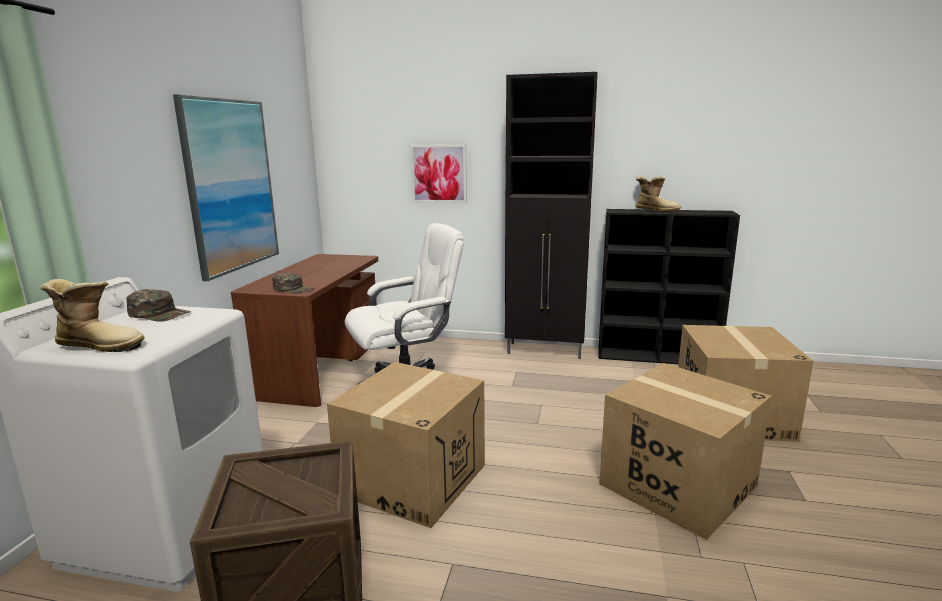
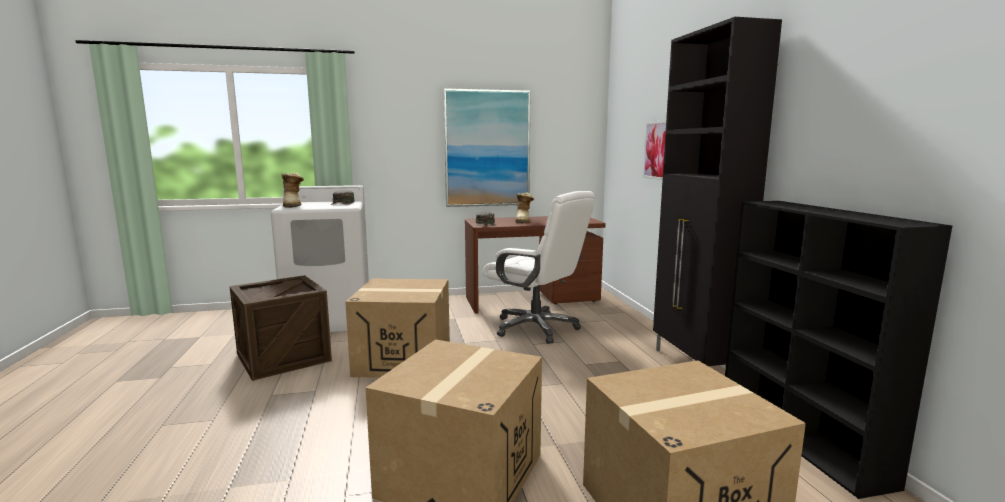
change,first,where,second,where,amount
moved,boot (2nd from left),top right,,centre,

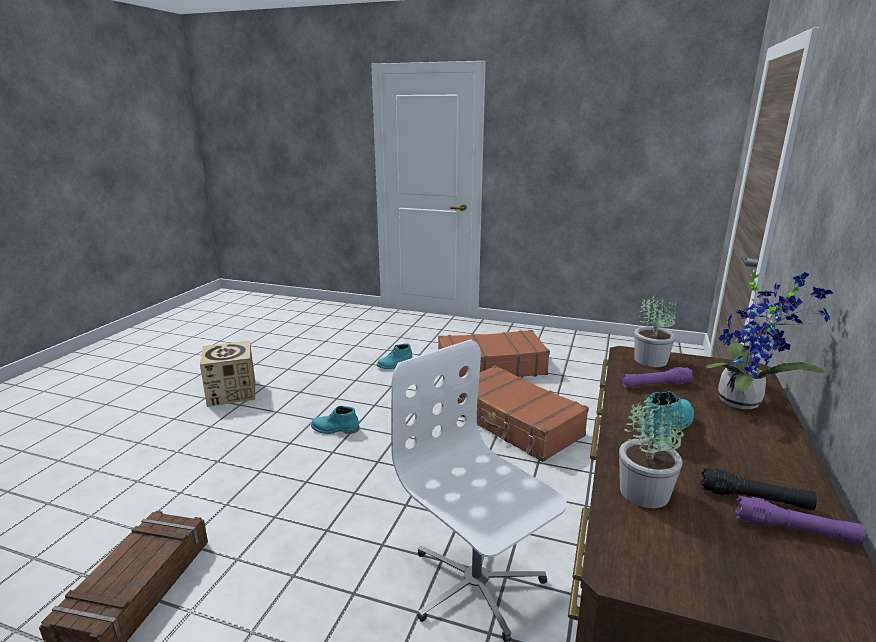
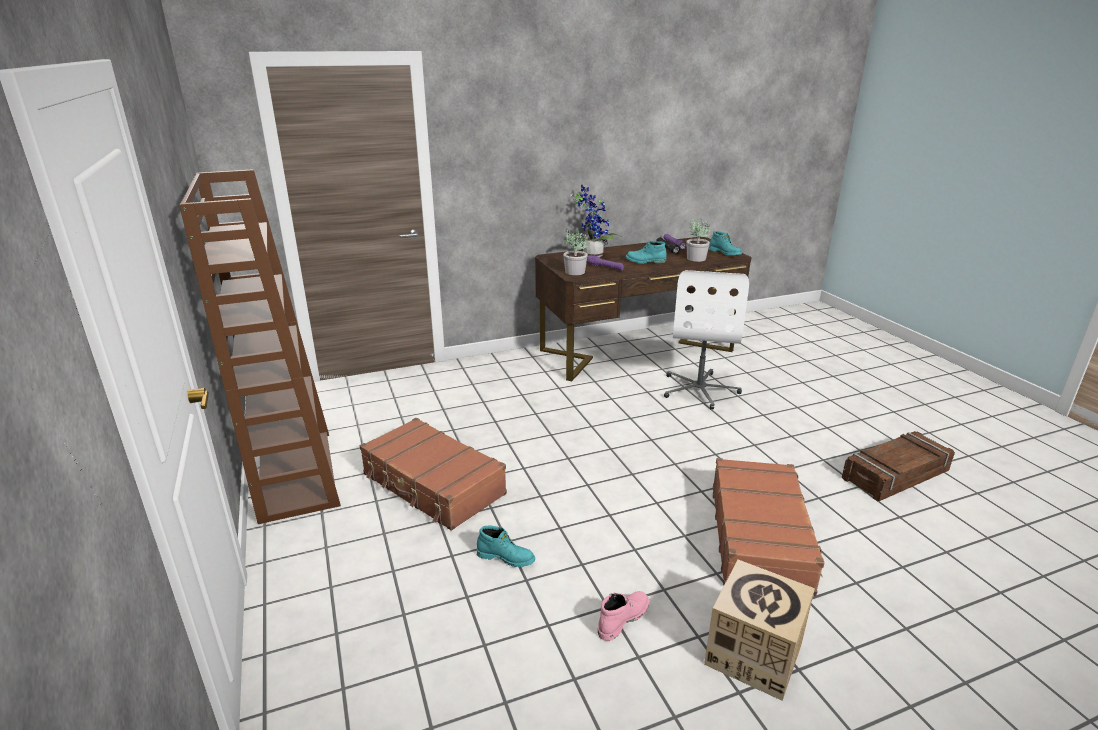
change,first,where,second,where,amount
moved,suitcase/brown (2nd from left),centre,,bottom right,
moved,boot/turquoise (1st from left in the first image),centre,boot/turquoise (3rd from left),top centre,
added,,,bookcase/brown,middle left,
added,,,boot/pink,bottom centre,

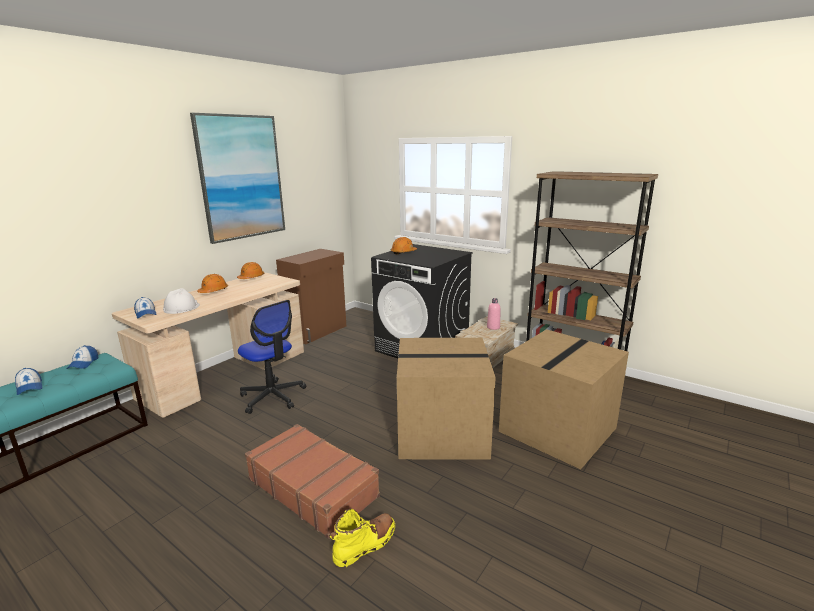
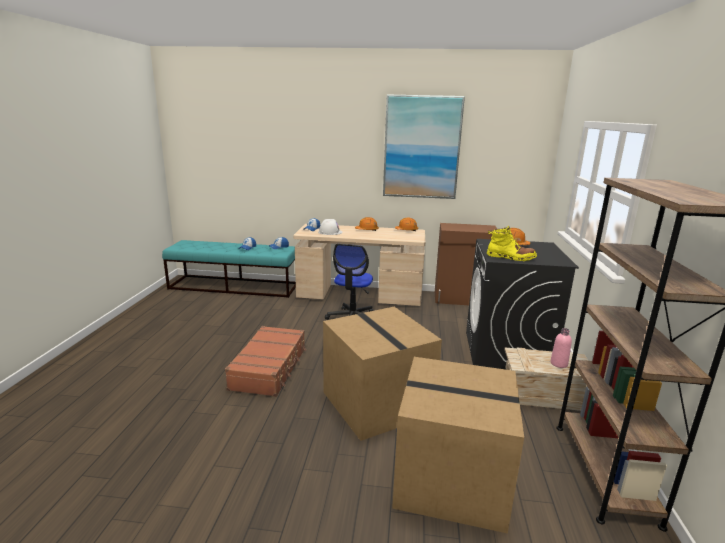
change,first,where,second,where,amount
moved,boot/yellow,bottom centre,,middle right,

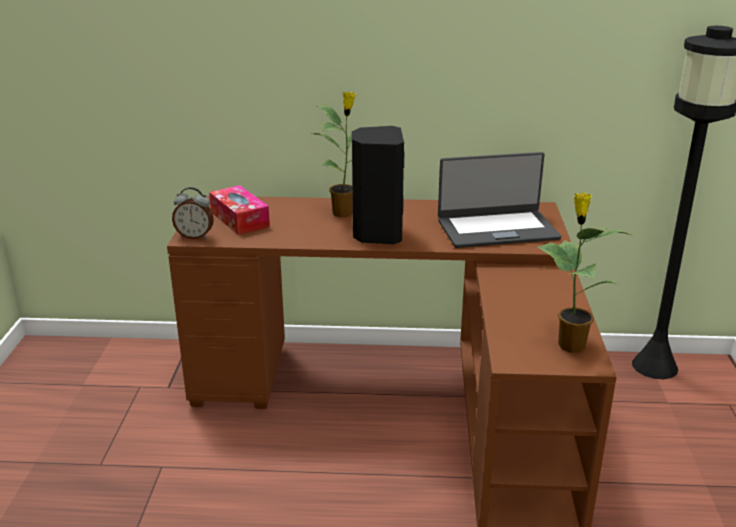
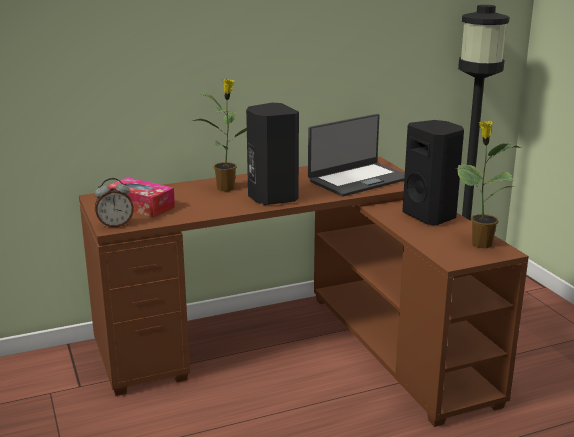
change,first,where,second,where,amount
added,,,speaker/black (2nd from left),middle right,

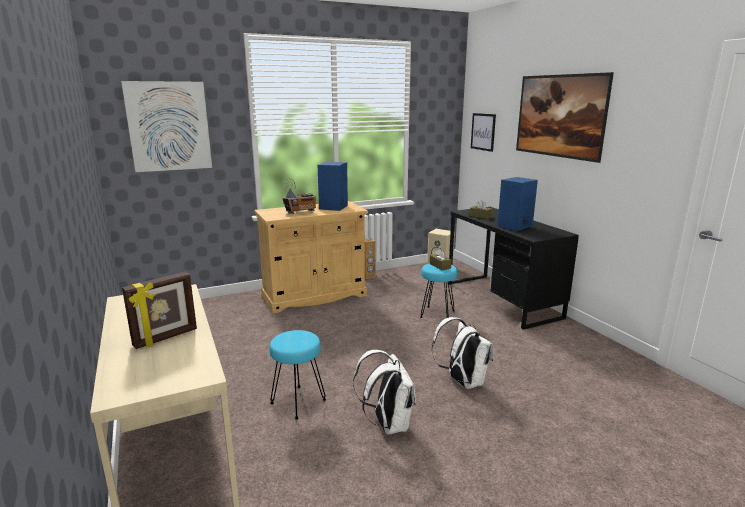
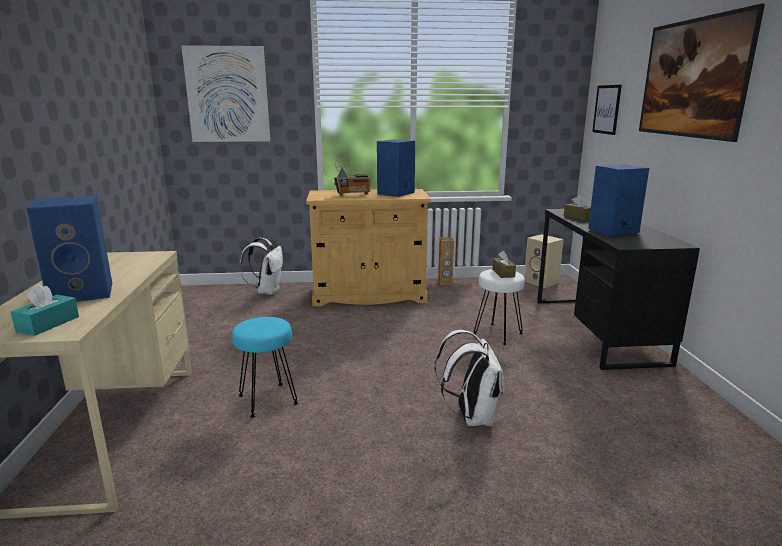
change,first,where,second,where,amount
recoloured,stool/turquoise (2nd from left),centre,stool/white,centre,
replaced,picture frame,middle left,speaker/blue (1st from left),middle left,
moved,backpack/white (1st from left),bottom centre,,centre,
added,,,tissue box/turquoise,middle left,

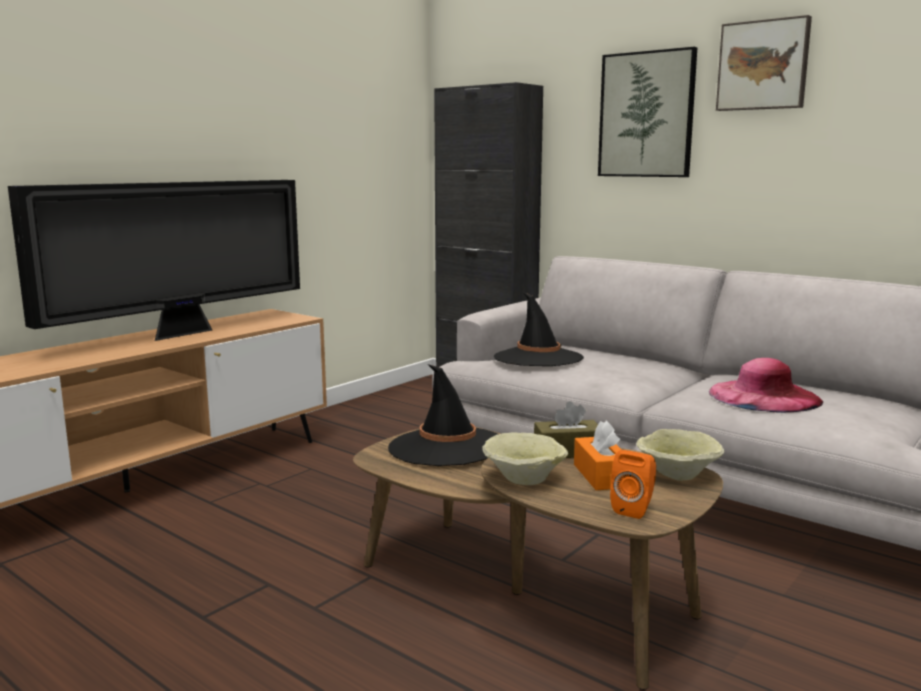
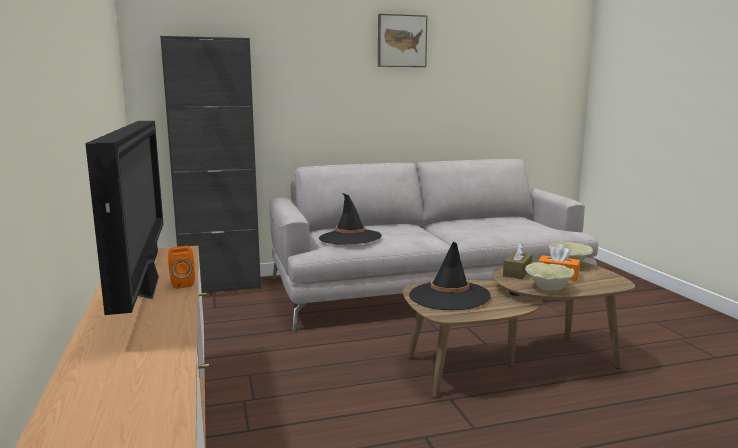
change,first,where,second,where,amount
removed,picture (1st from left),top right,,,
removed,hat/pink,middle right,,,
moved,speaker/orange,bottom right,,middle left,

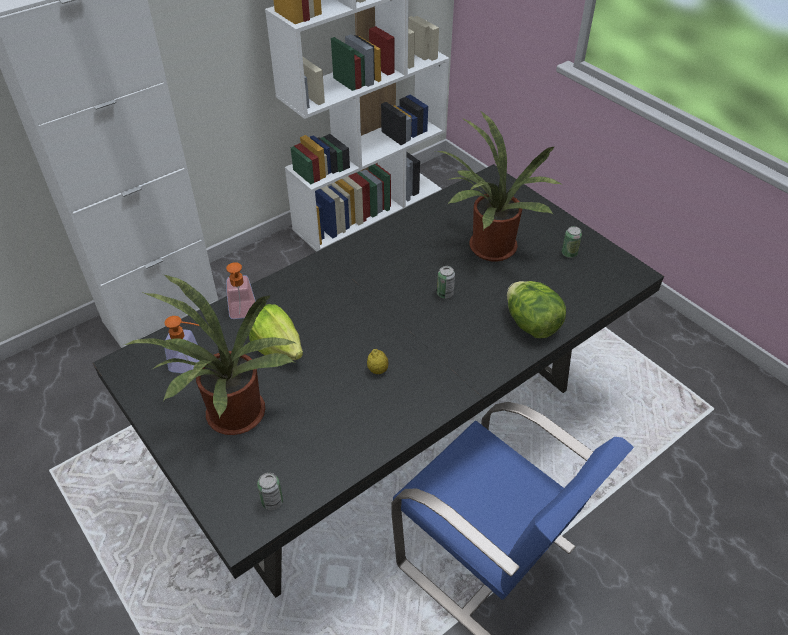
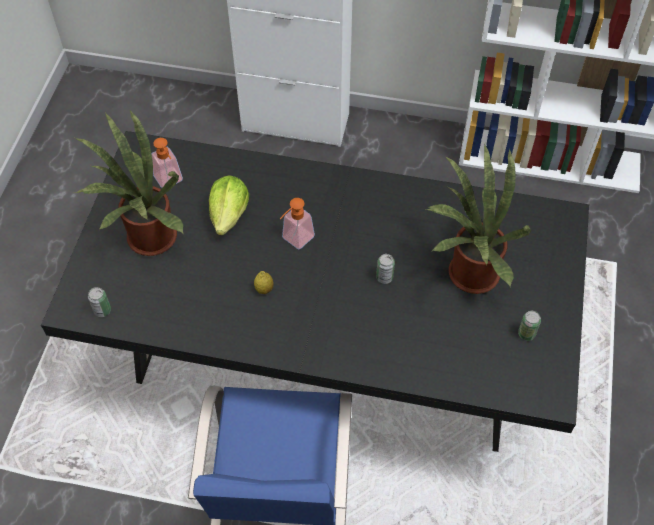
change,first,where,second,where,amount
moved,soap dispenser (2nd from left),middle left,,centre,
removed,lettuce (2nd from left),middle right,,,

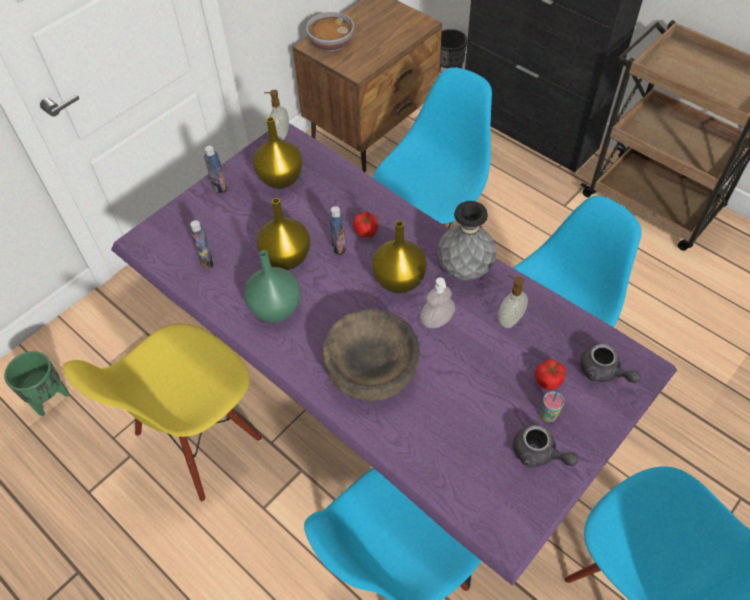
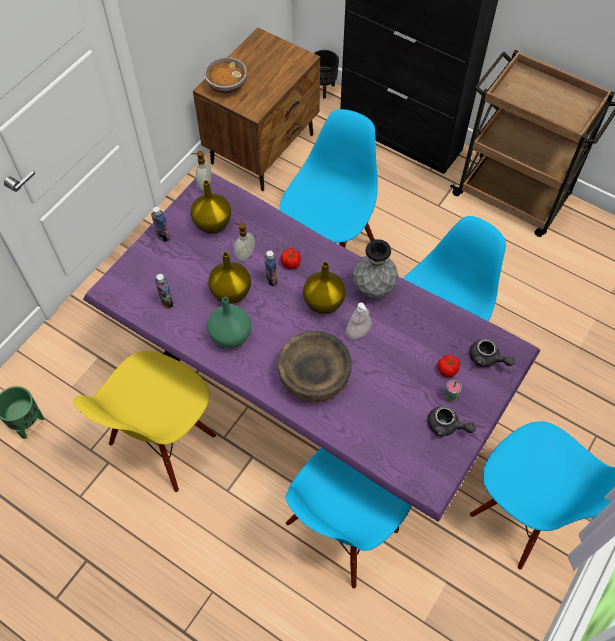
change,first,where,second,where,amount
moved,soap dispenser (3rd from left in the first image),middle right,soap dispenser (2nd from left),centre,

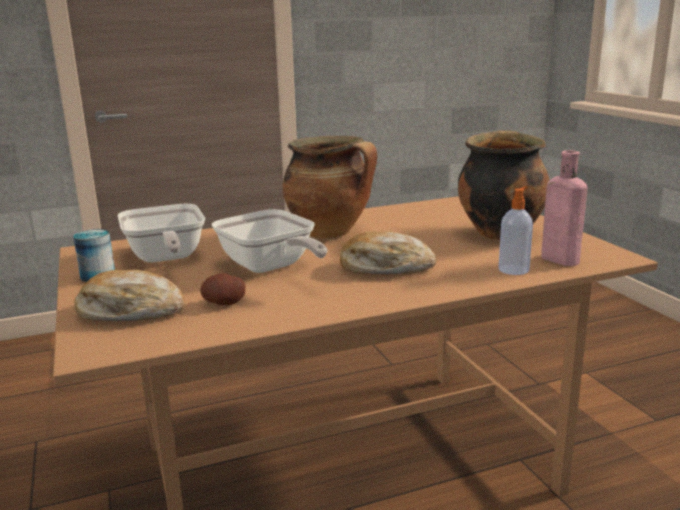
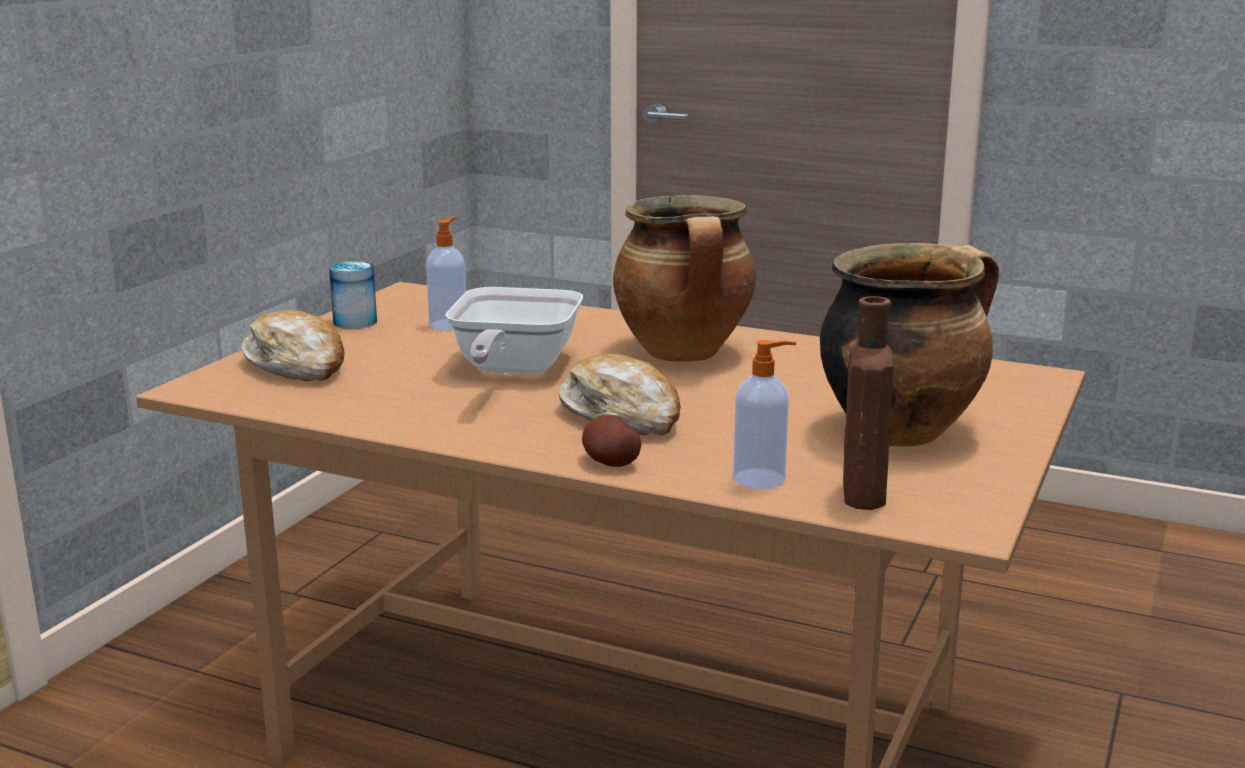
change,first,where,second,where,amount
recoloured,bottle/pink,middle right,bottle/brown,middle right,
replaced,frying pan (1st from left),middle left,soap dispenser (1st from left),centre,
moved,potato,middle left,,centre,

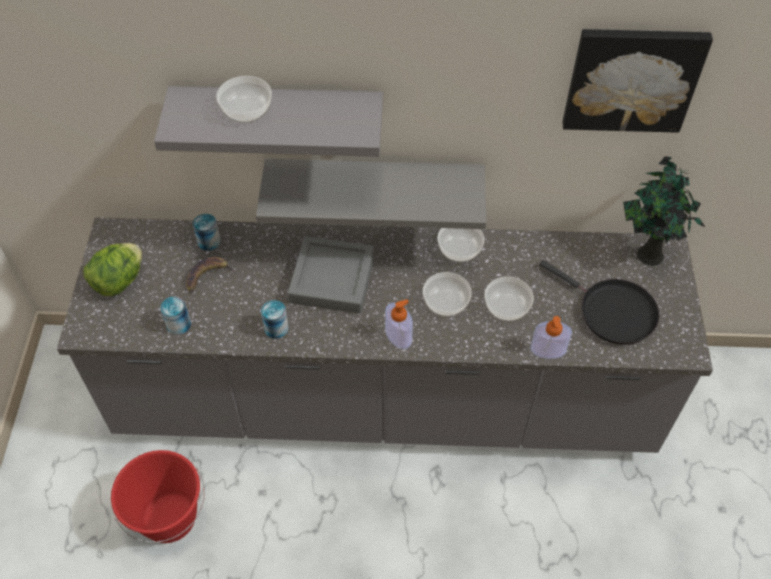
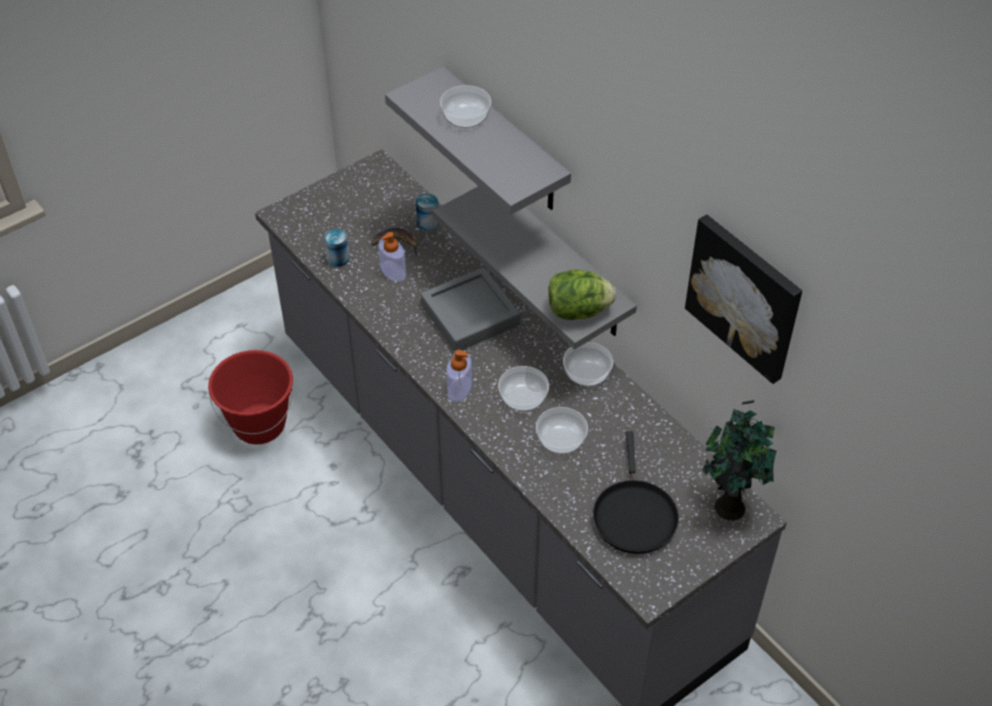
change,first,where,second,where,amount
moved,lettuce,middle left,,centre,
removed,can (3rd from left),centre,,,
moved,soap dispenser (2nd from left in the first image),middle right,soap dispenser (1st from left),centre,

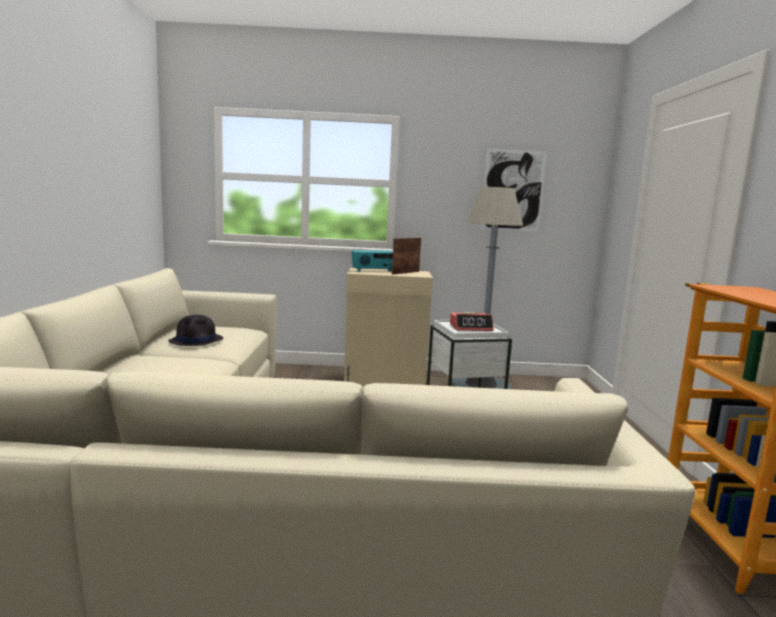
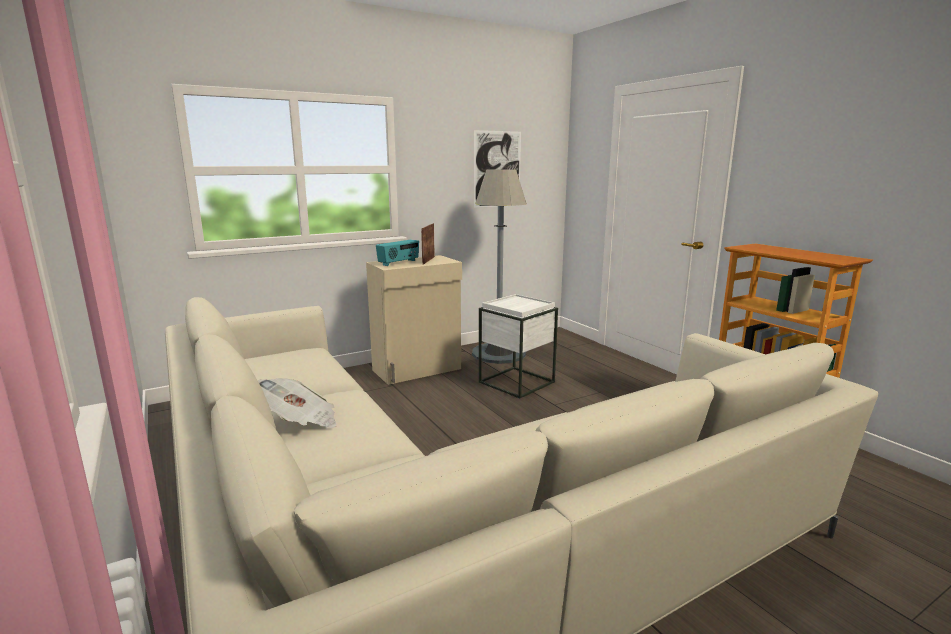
change,first,where,second,where,amount
removed,alarm clock,centre,,,
removed,hat/black,middle left,,,
added,,,newspaper,middle left,

